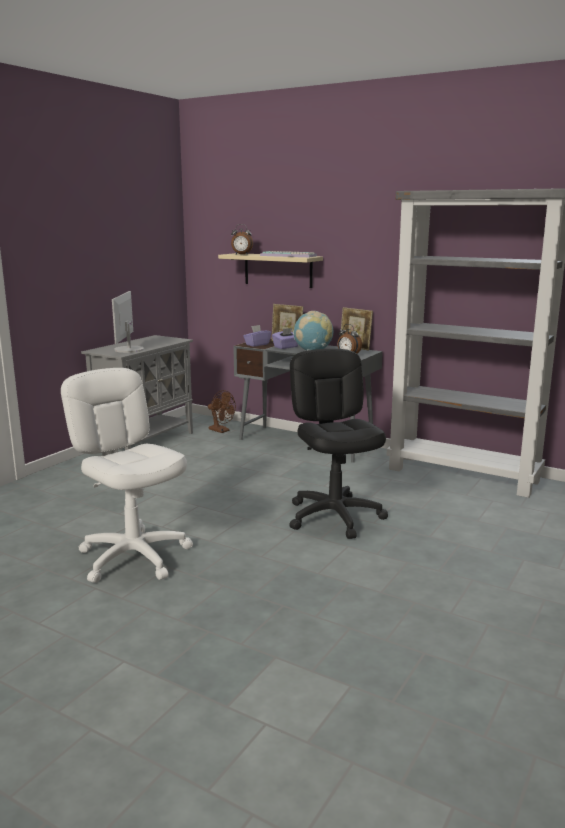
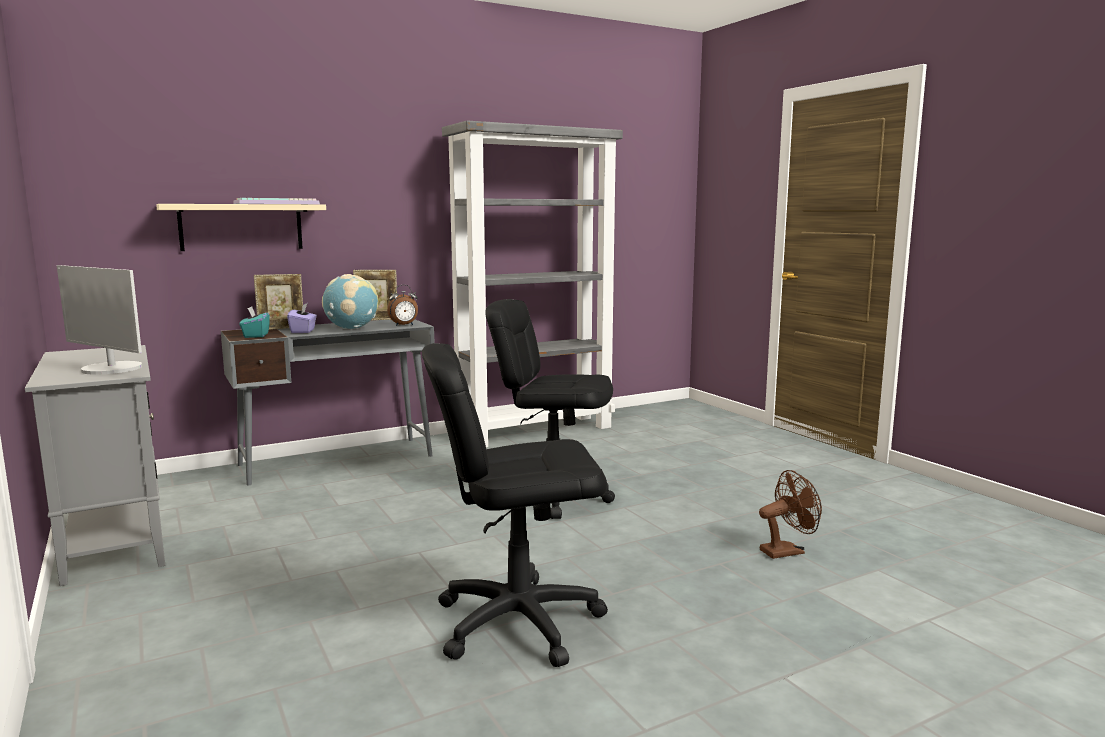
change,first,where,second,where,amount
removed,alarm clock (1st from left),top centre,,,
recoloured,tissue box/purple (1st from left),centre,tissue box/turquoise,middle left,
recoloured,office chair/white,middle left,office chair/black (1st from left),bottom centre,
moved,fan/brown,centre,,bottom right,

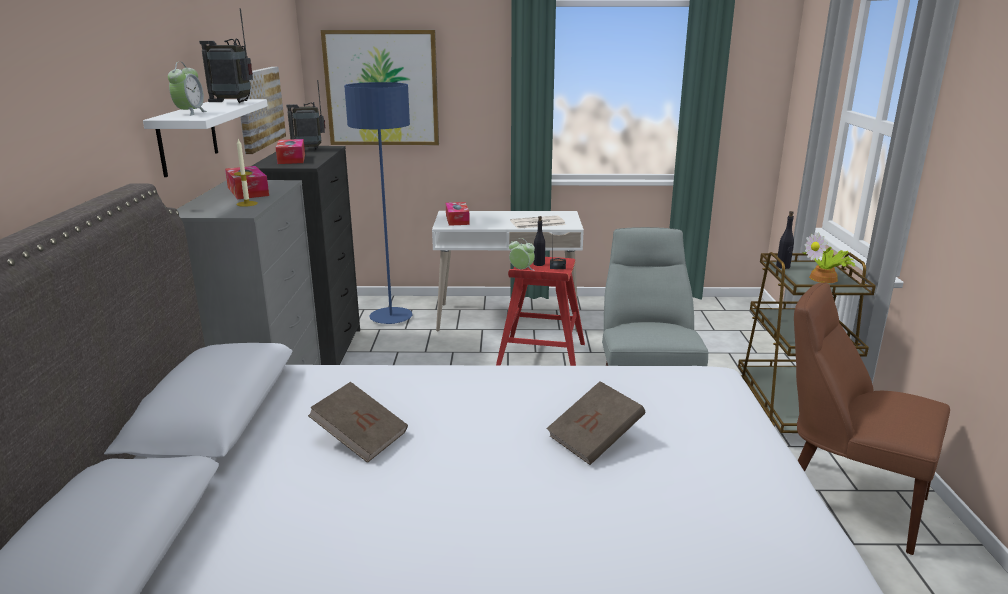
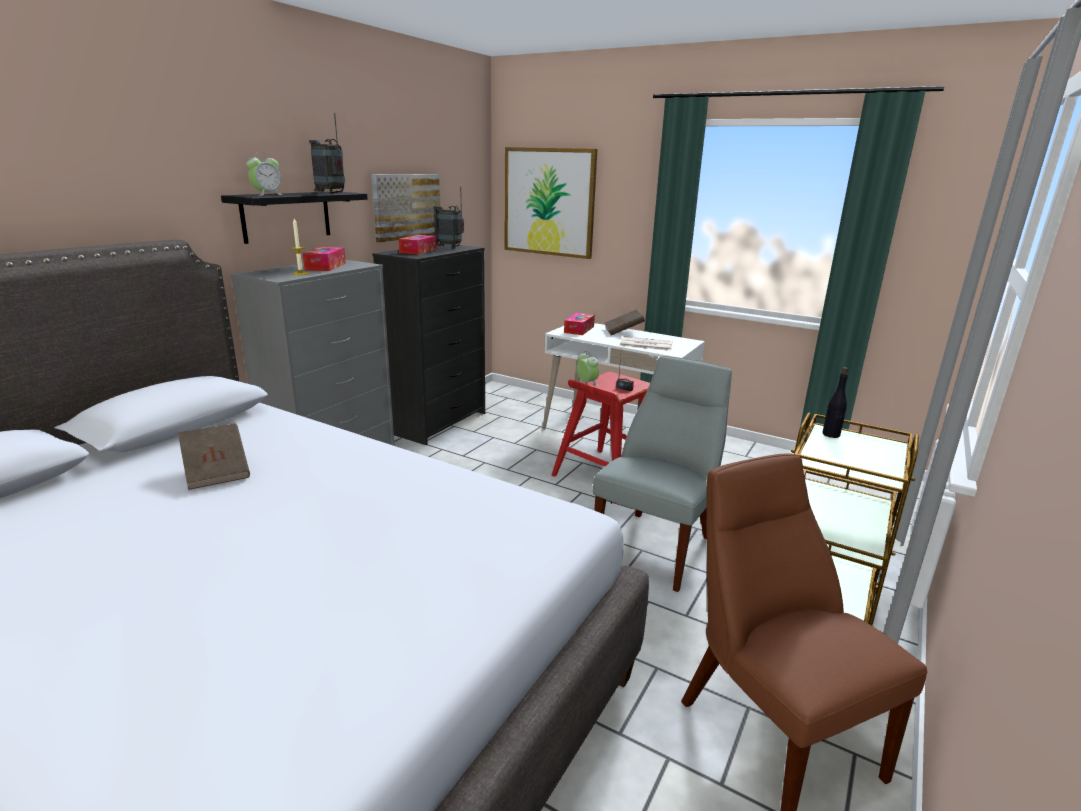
change,first,where,second,where,amount
removed,floor lamp/blue,centre,,,
recoloured,shelf/white,top left,shelf/black,top left,
removed,bottle/black (1st from left),centre,,,
removed,potted plant,middle right,,,
moved,book/brown (2nd from left),bottom centre,,centre,

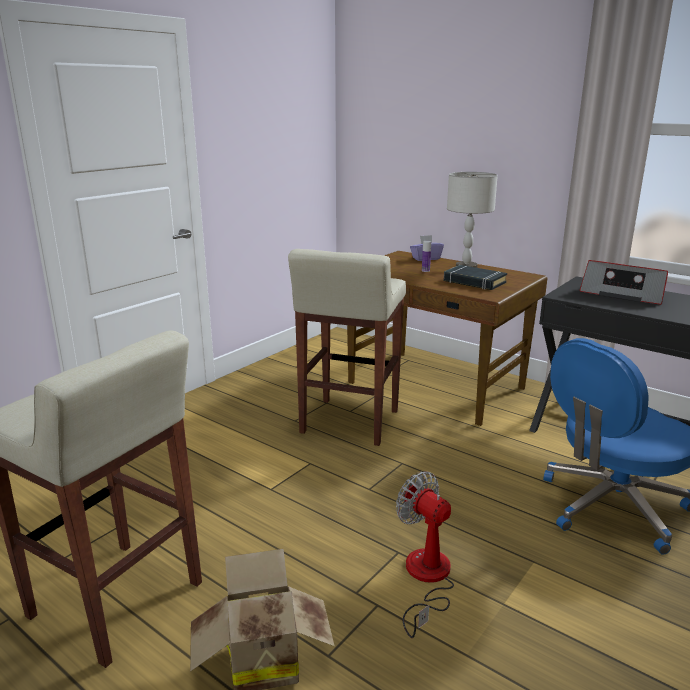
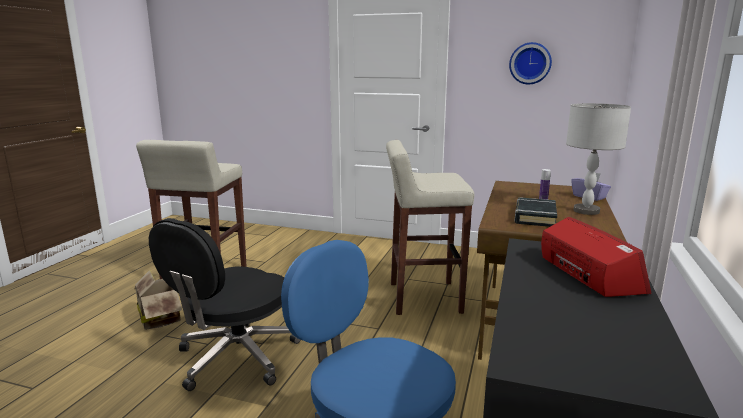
change,first,where,second,where,amount
turned,radio,middle right,,middle right,150 degrees clockwise
replaced,fan,bottom centre,office chair/black,bottom left,
added,,,wall clock,top right,

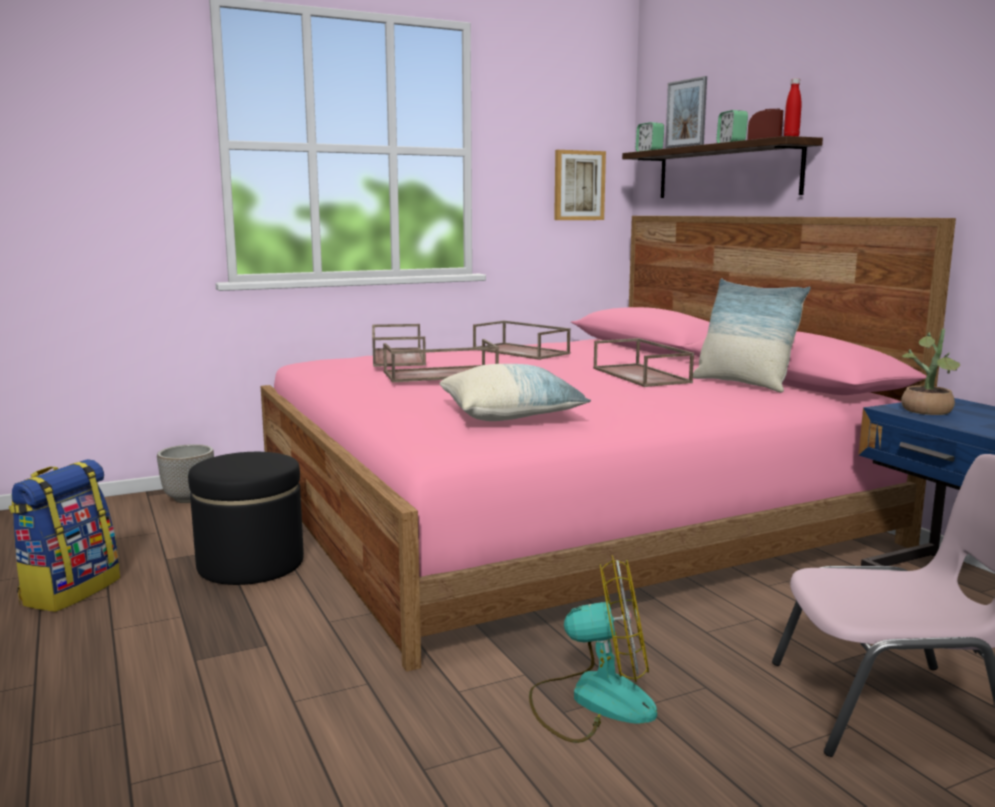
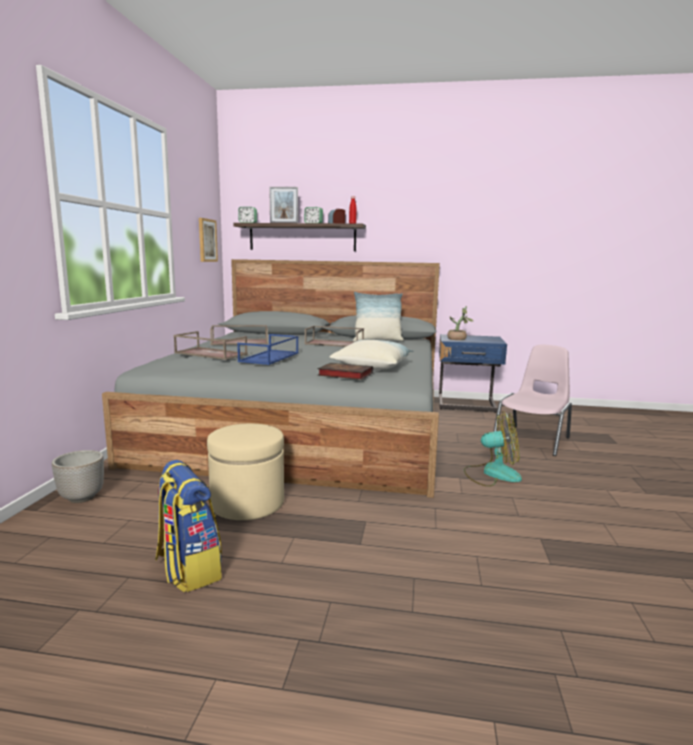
change,first,where,second,where,amount
recoloured,bed/pink,centre,bed/grey,centre,
recoloured,tray/brown (2nd from left),centre,tray/blue,centre,
recoloured,ottoman/black,middle left,ottoman/beige,centre,
turned,fan,bottom centre,,middle right,60 degrees clockwise
added,,,book,centre,

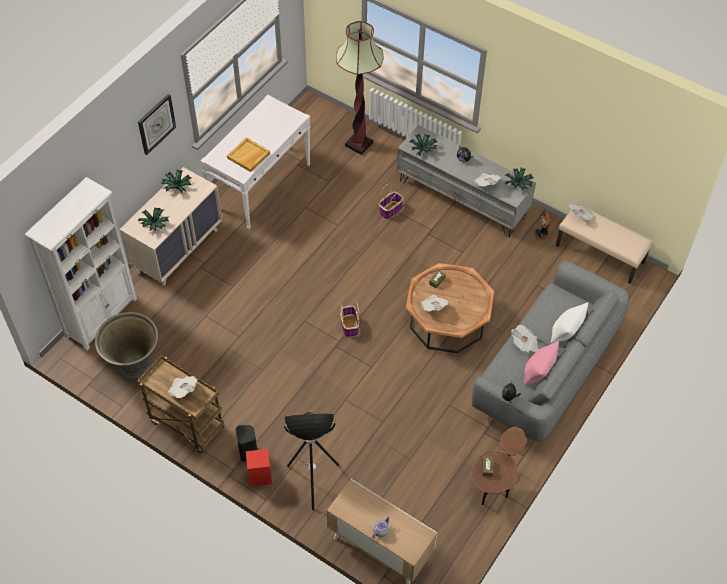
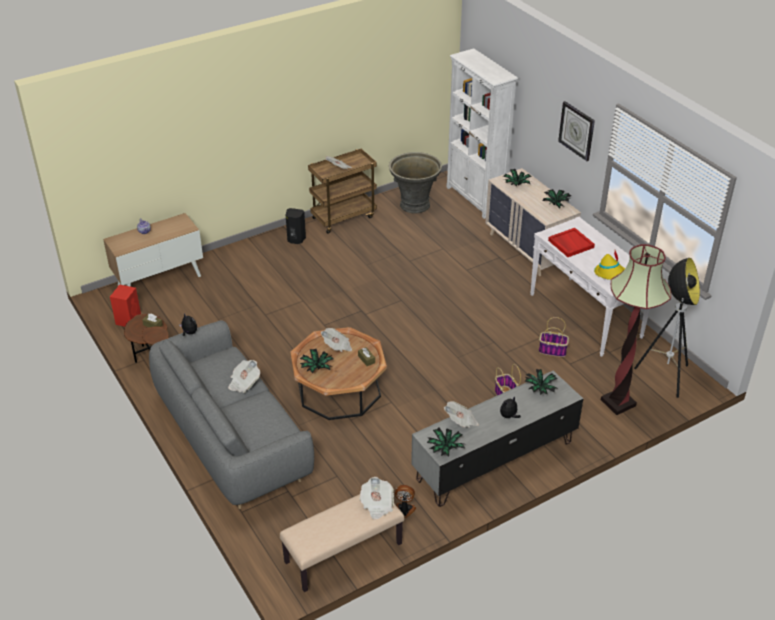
change,first,where,second,where,amount
recoloured,tray/beige,top centre,tray/red,middle right,
moved,basket (1st from left in the first image),centre,basket (2nd from left),middle right,
removed,pillow/white,middle right,,,
removed,pillow/pink,middle right,,,
moved,floor lamp (1st from left in the first image),bottom centre,floor lamp (2nd from left),middle right,
moved,speaker/red,bottom centre,,middle left,
added,,,hat/yellow,middle right,
added,,,potted plant (1st from left),centre,

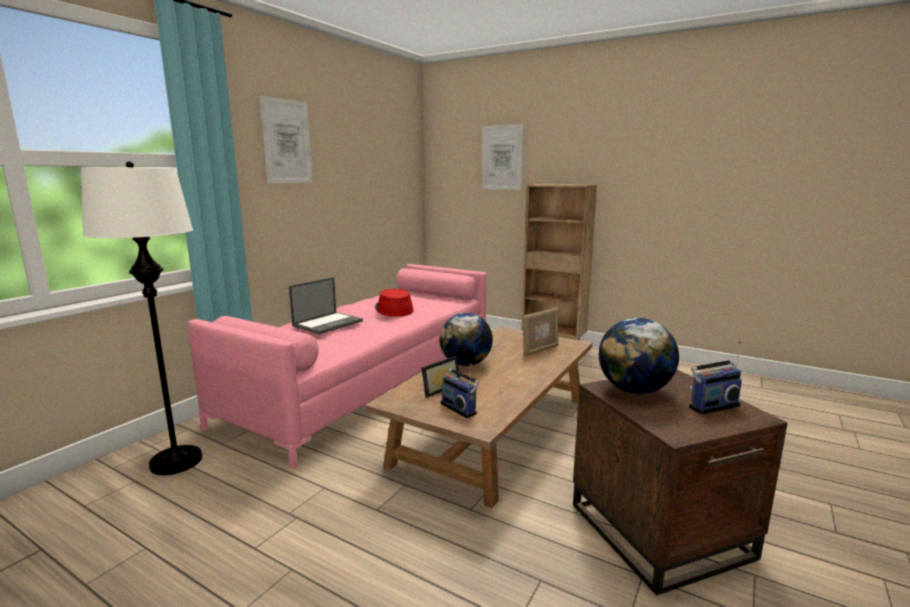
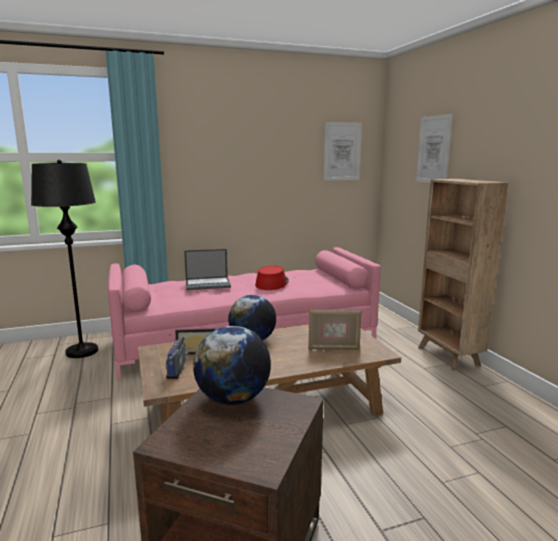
change,first,where,second,where,amount
moved,picture (1st from left),top left,,top centre,
recoloured,floor lamp/white,middle left,floor lamp/black,middle left,
removed,radio (2nd from left),middle right,,,

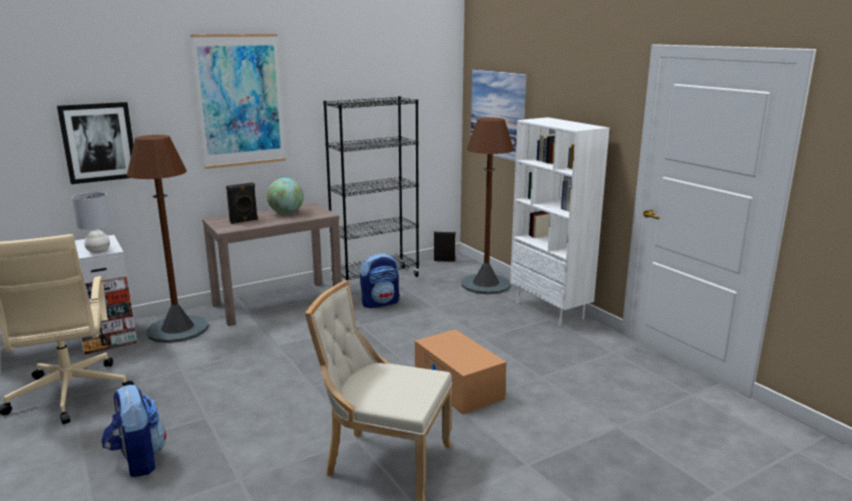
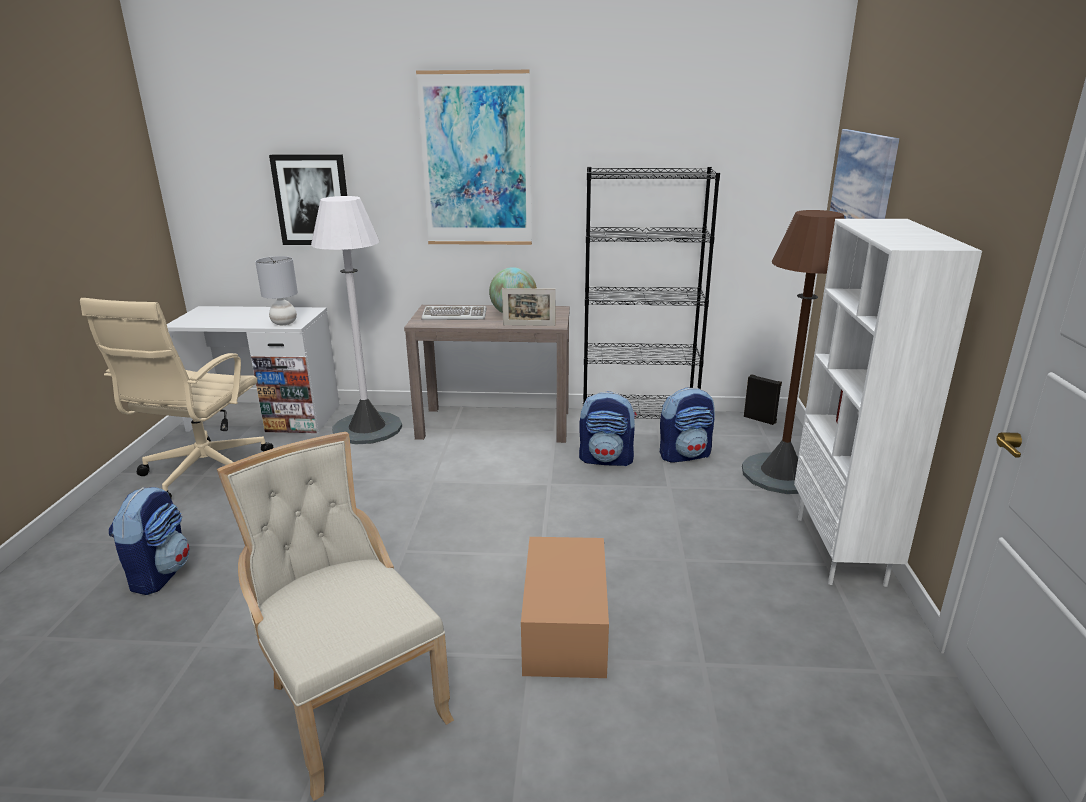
change,first,where,second,where,amount
recoloured,floor lamp/brown (1st from left),middle left,floor lamp/white,middle left,
replaced,speaker/black (1st from left),middle left,keyboard,centre,
added,,,picture frame,centre,
added,,,backpack (3rd from left),centre,

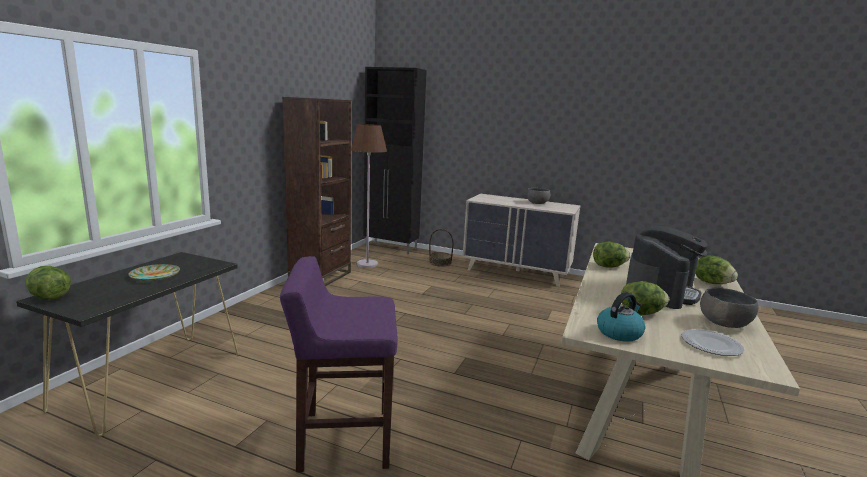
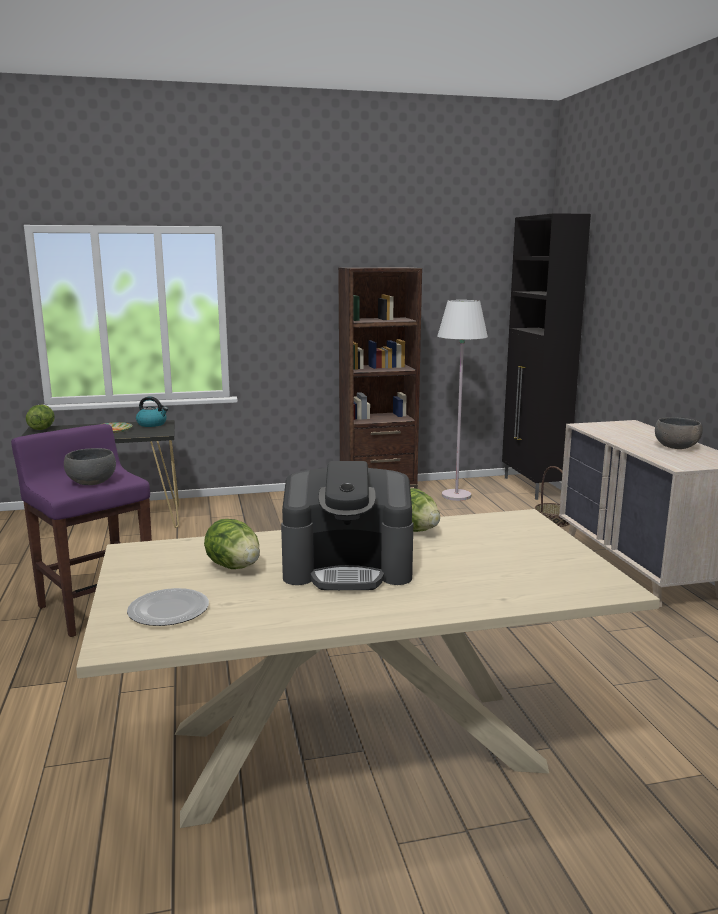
change,first,where,second,where,amount
recoloured,floor lamp/brown,centre,floor lamp/white,centre,
removed,lettuce (4th from left),middle right,,,
moved,bowl/grey (2nd from left in the first image),middle right,bowl/grey (1st from left),middle left,
moved,kettle,middle right,,middle left,

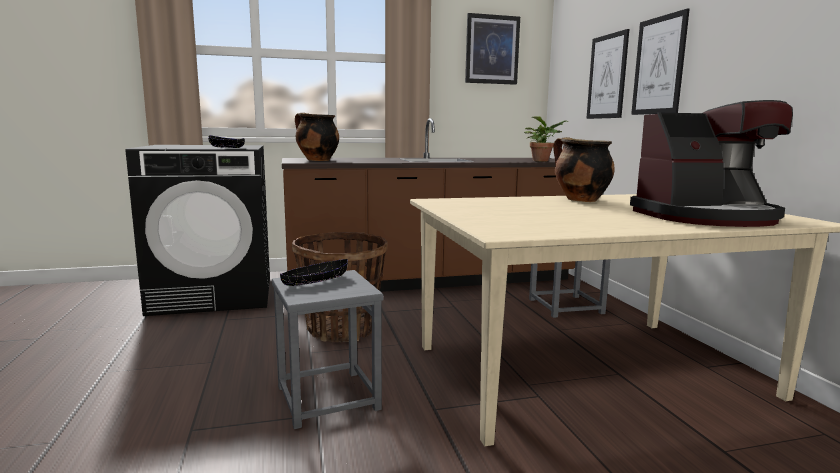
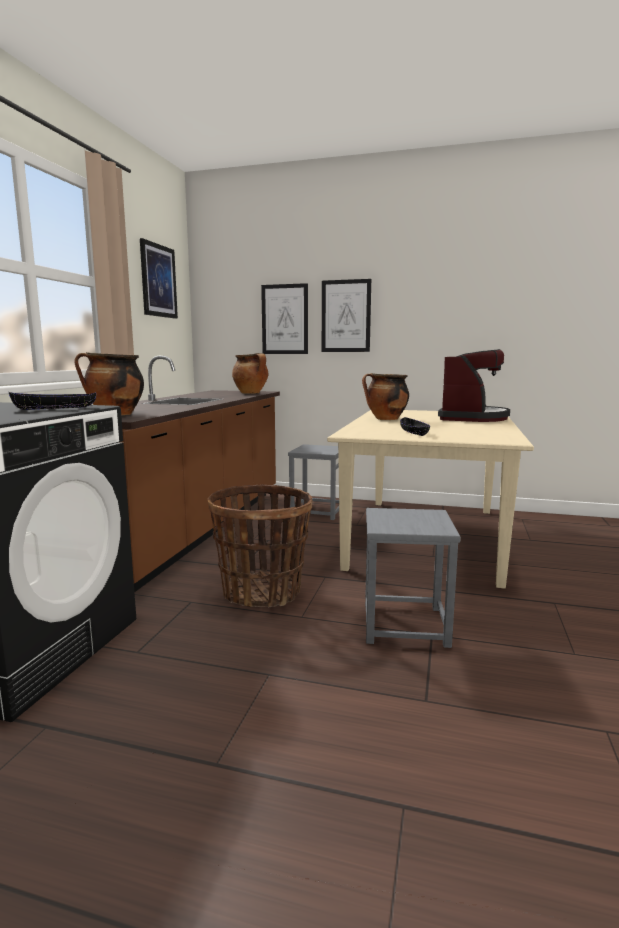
change,first,where,second,where,amount
replaced,potted plant,top centre,cooking pot (2nd from left),centre,
moved,bowl/black (2nd from left),centre,,middle right,

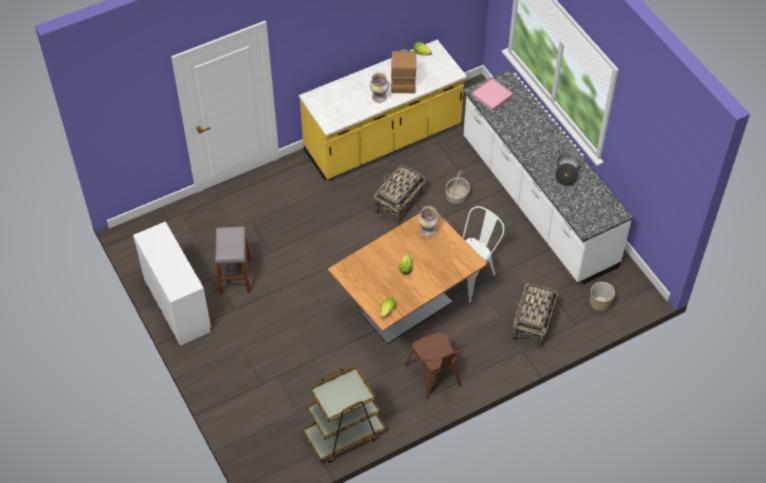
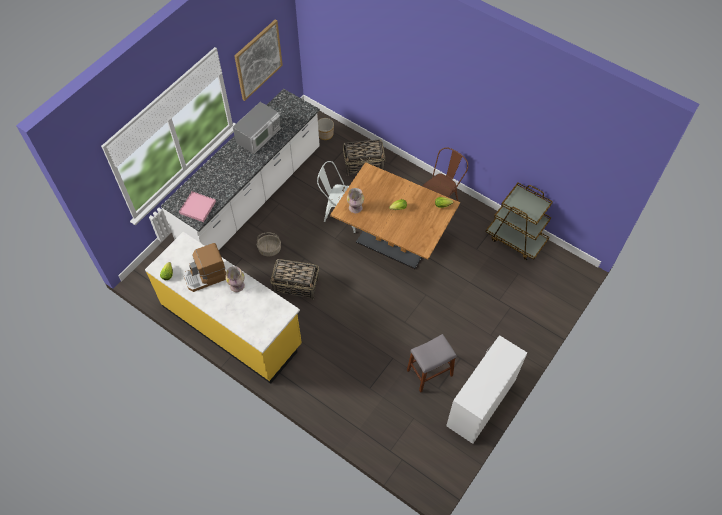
change,first,where,second,where,amount
replaced,cooking pot,middle right,microwave,top centre,
added,,,picture,top centre,

